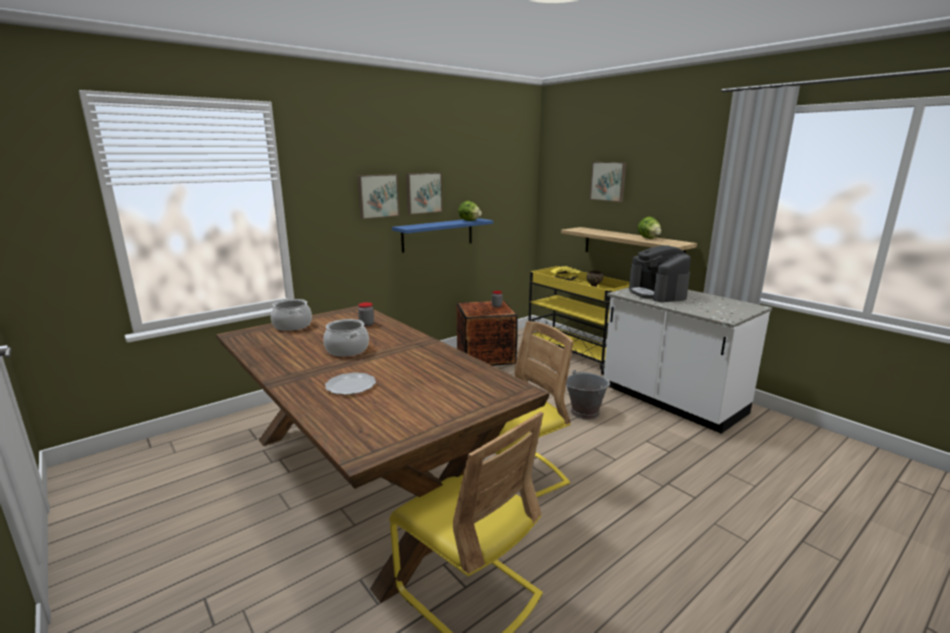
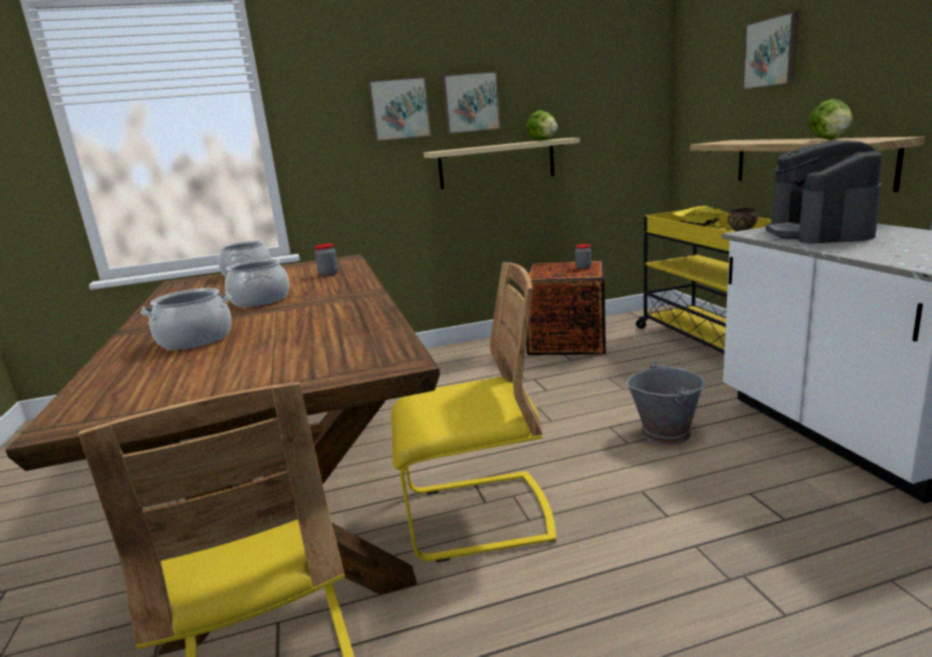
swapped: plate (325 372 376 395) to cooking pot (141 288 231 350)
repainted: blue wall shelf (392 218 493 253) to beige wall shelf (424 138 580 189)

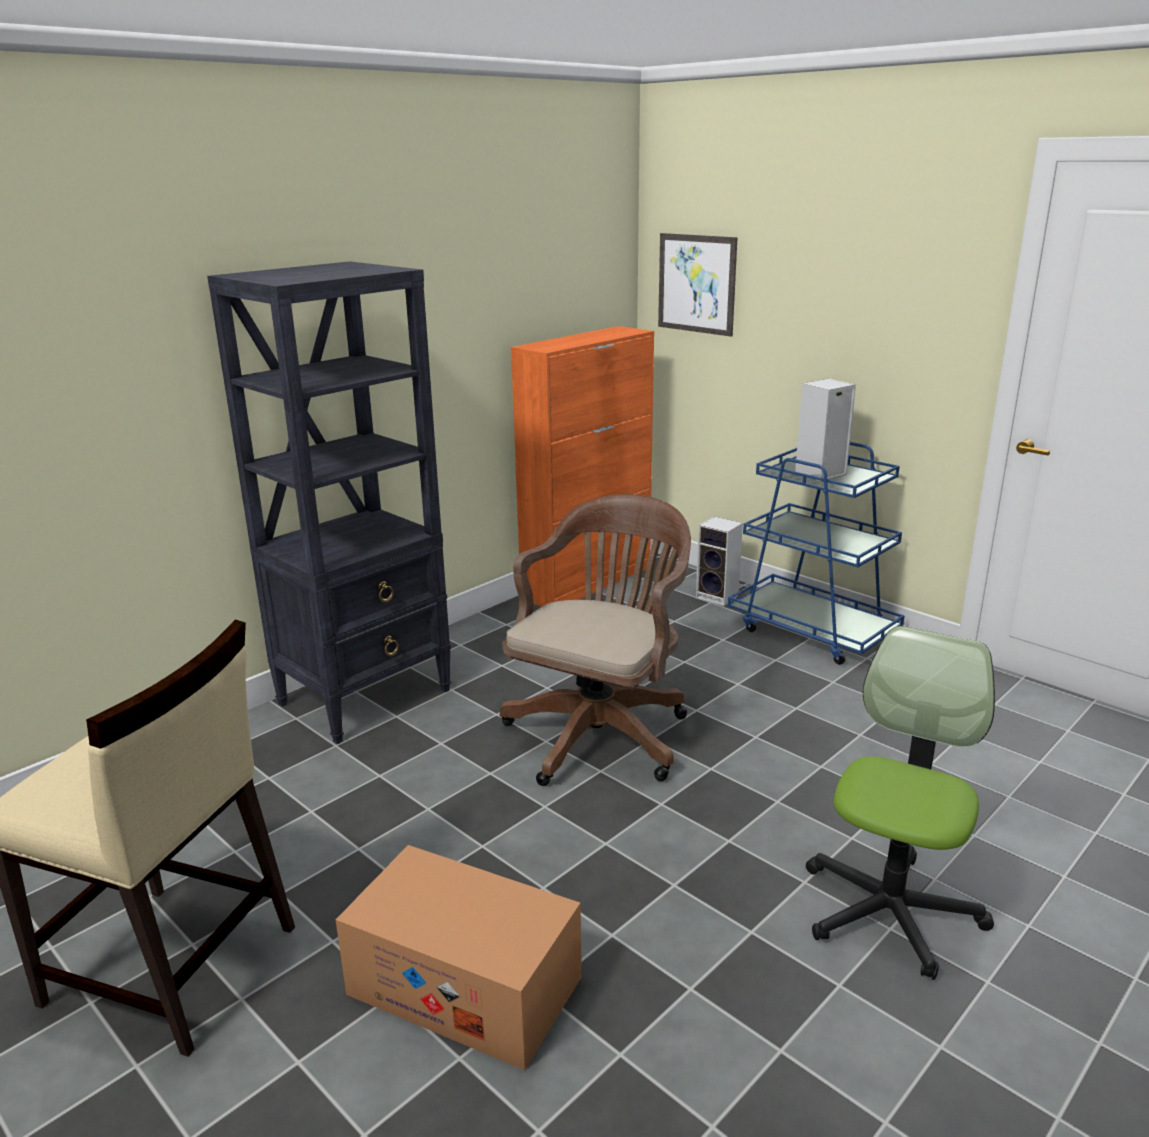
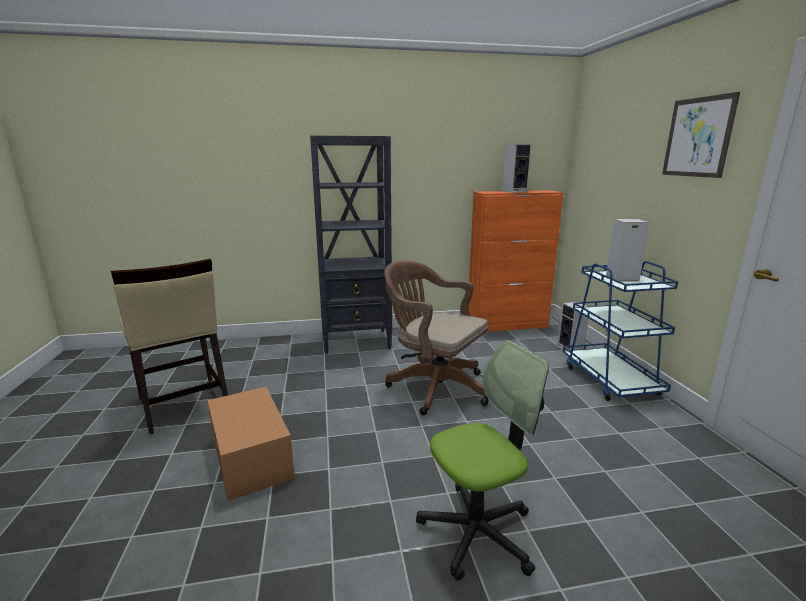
new: audio speaker (502 144 532 193)
shifted: wall art (658 233 738 337) to (662 92 740 178)
rotated: brown computer chair (500 494 691 786) = (384 261 489 415) 120 degrees counterclockwise

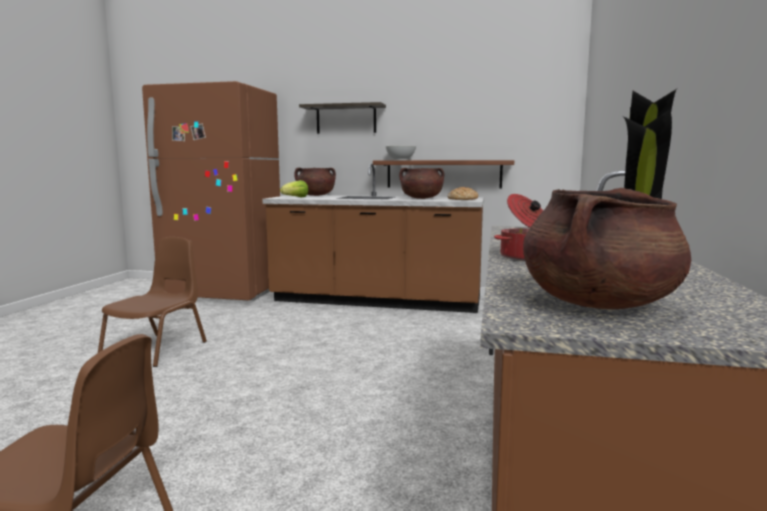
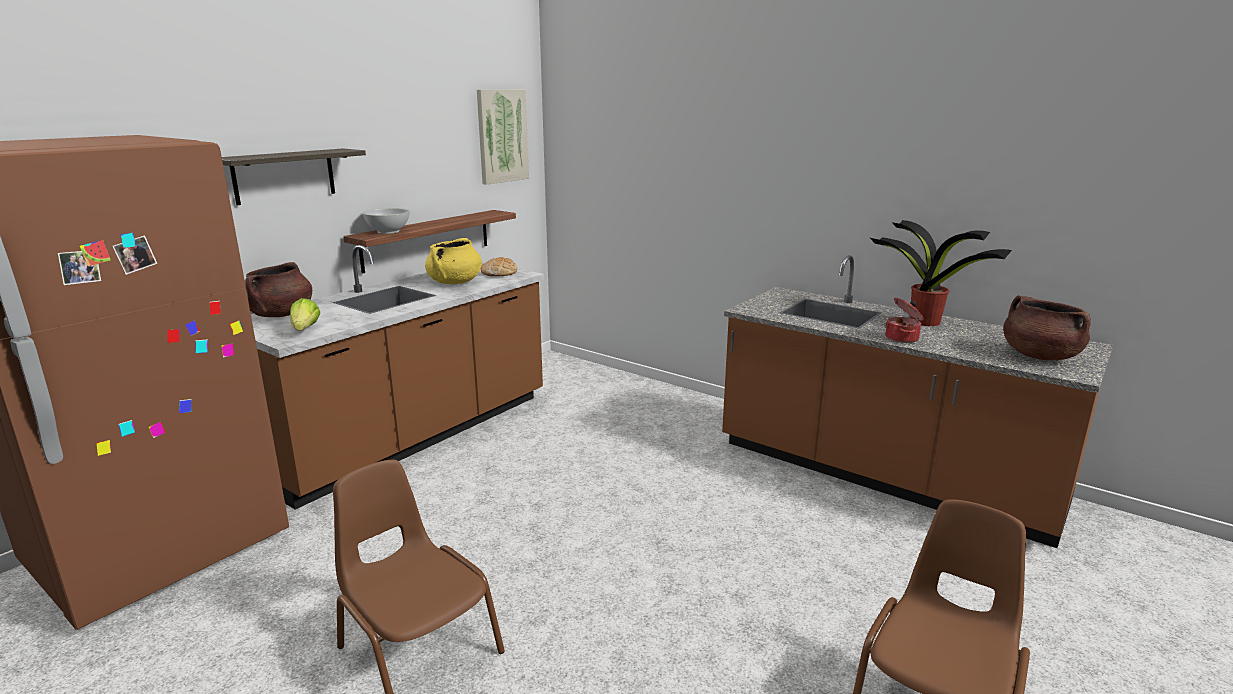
new: wall art (477 90 529 185)
repainted: brown cooking pot (399 168 444 199) to yellow cooking pot (425 238 482 284)

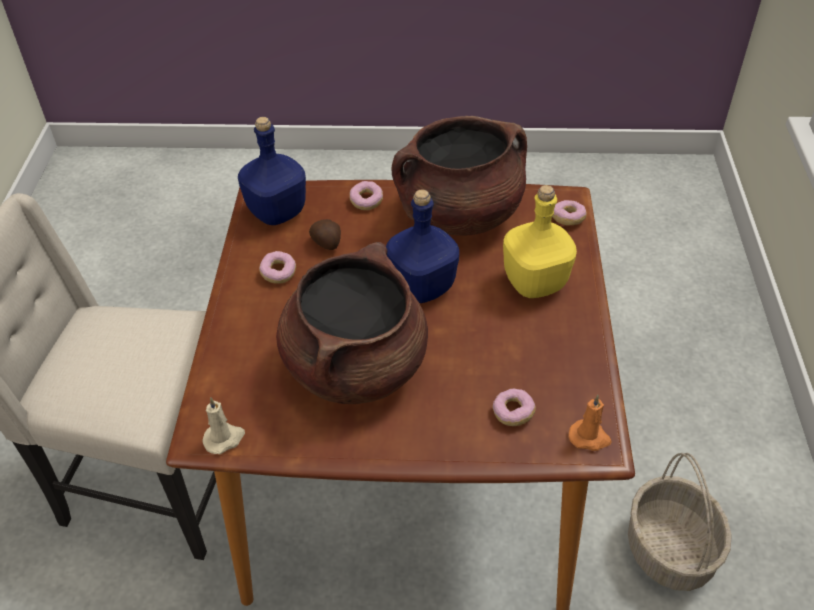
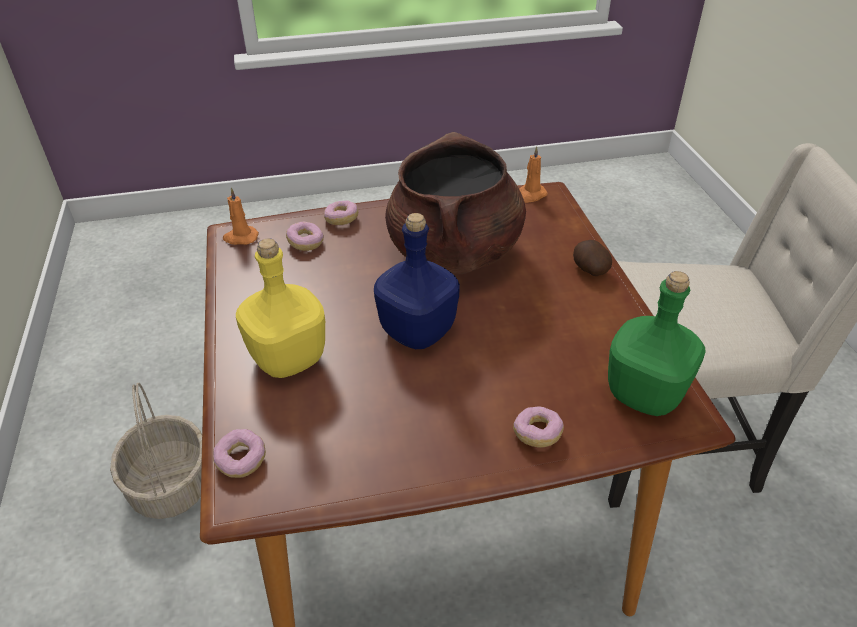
gone: brown cooking pot (391 116 527 236)
shifted: doughnut (259 251 296 284) to (324 200 358 225); spud (309 219 341 250) to (573 240 612 276)
repainted: beige wax light (202 397 245 454) to orangey wax light (519 146 548 203); blue bottle (238 117 306 225) to greenish bottle (608 271 706 416)

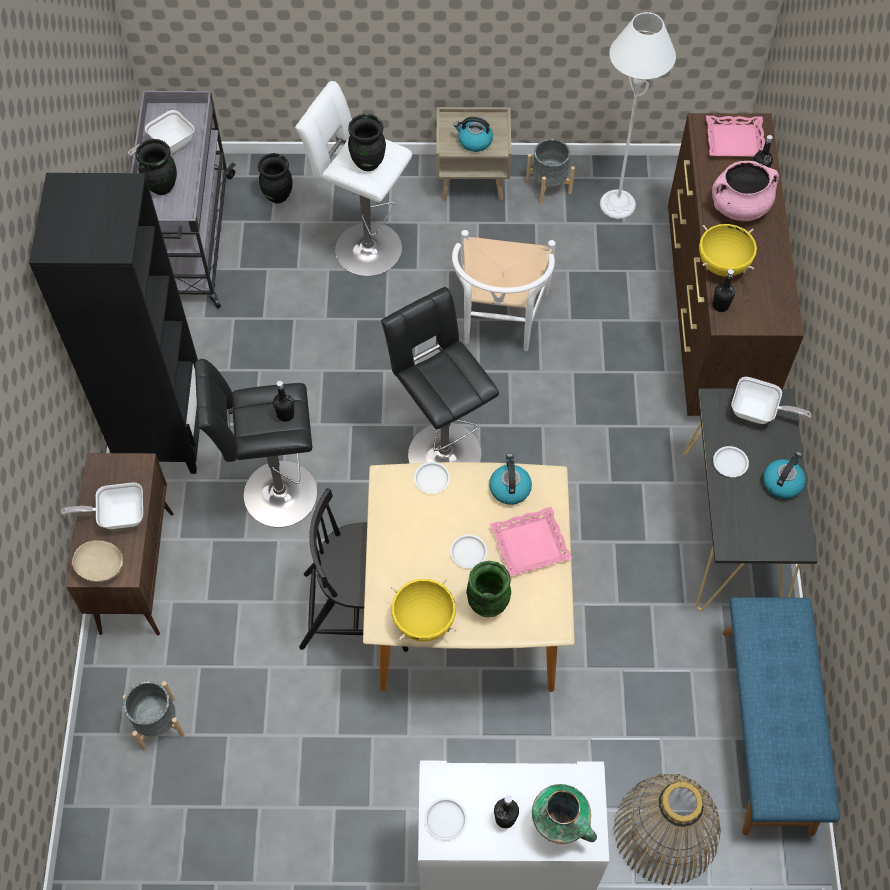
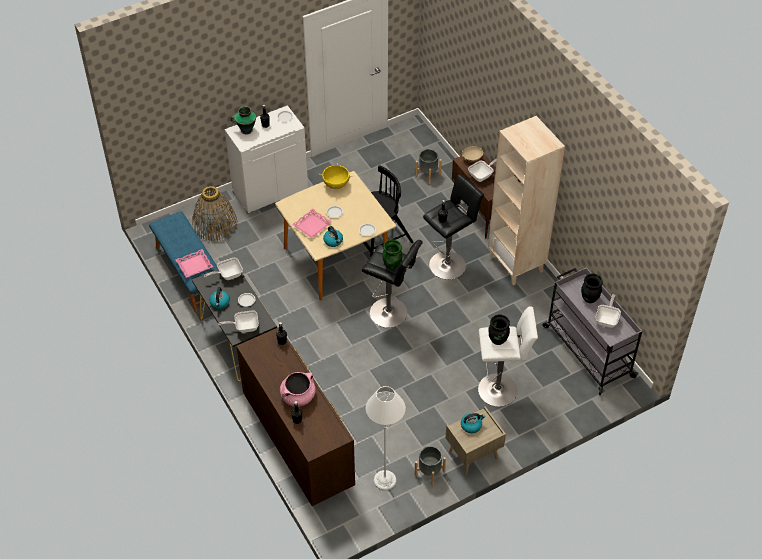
gone: black decorative vase (258 153 293 204); white-coloured plain chair (452 230 556 351); yellow cooking pot (699 224 757 277)
new: pan (204 258 243 280)
shifted: greenish decorative vase (466 561 511 618) to (382 240 403 269); pink-coloured carrying tray (706 116 765 157) to (176 249 213 278)
repainted: black bookcase (29 173 200 474) to beige bookcase (488 116 565 285)

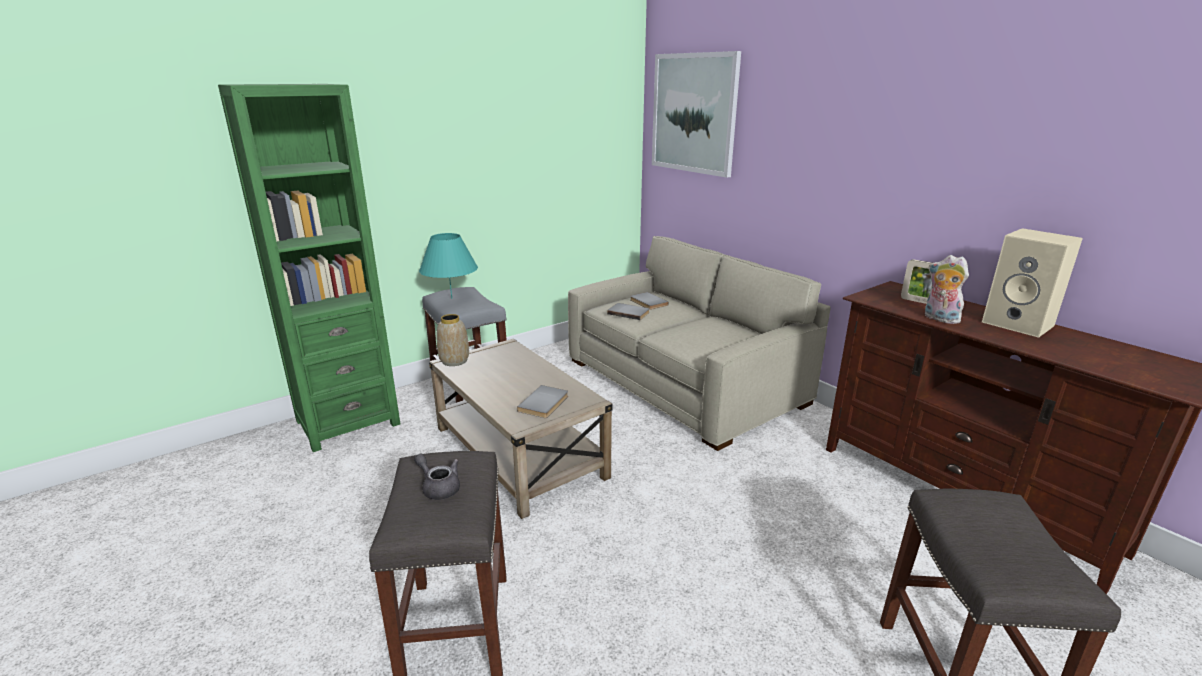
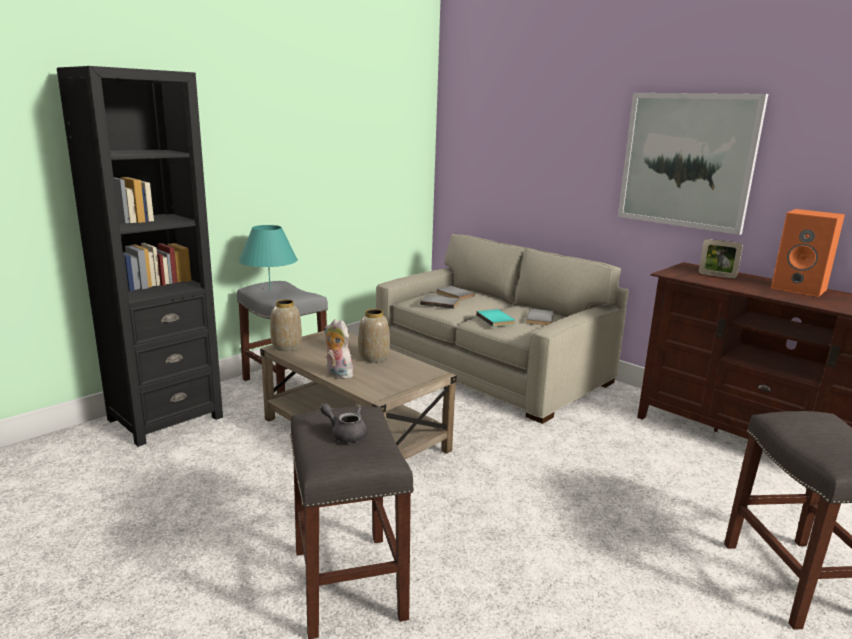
new: decorative vase (358 309 390 363); turquoise-coloured book (476 309 515 327)
shifted: grey book (517 385 568 418) to (526 309 554 326); wall art (652 51 741 178) to (618 93 768 235); plush toy (925 255 969 324) to (325 319 353 379)
repainted: greenish bookcase (218 84 400 452) to black bookcase (57 66 223 447); beige audio speaker (982 228 1083 338) to orangey audio speaker (771 209 845 297)

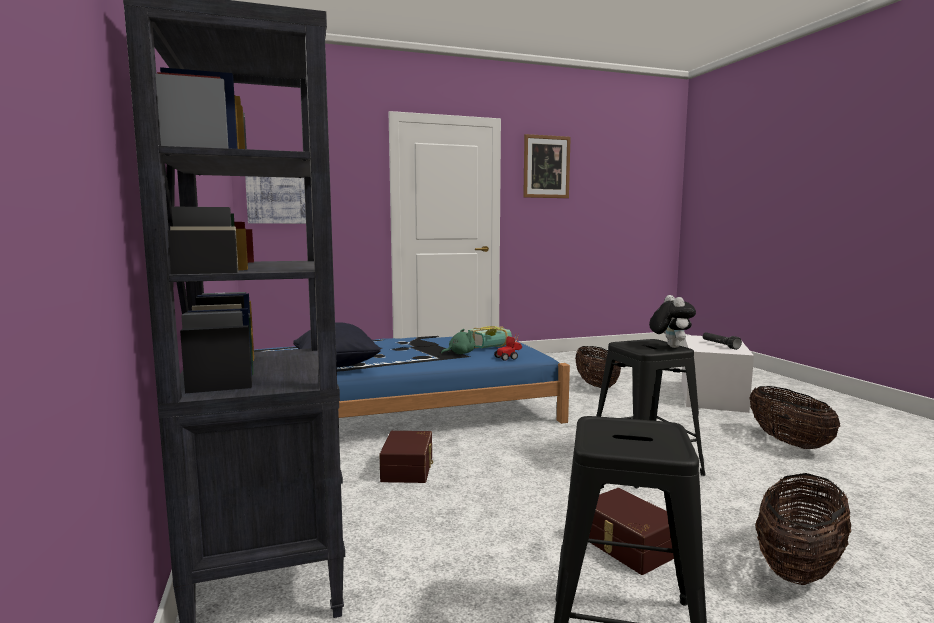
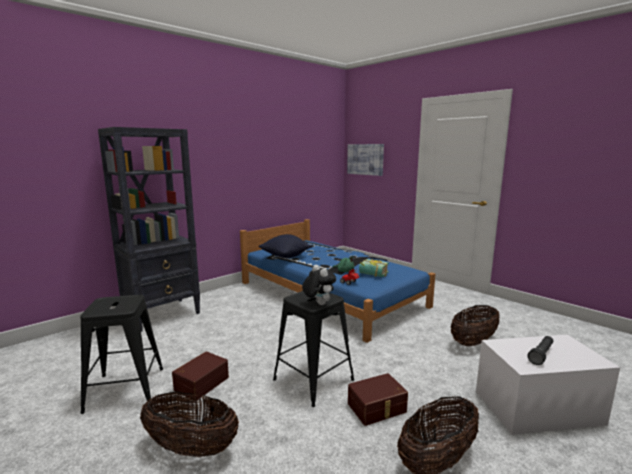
gone: wall art (523 134 571 198)
shifted: brown storage container (380 431 433 483) to (348 373 408 426)
rotated: plush toy (649 295 696 348) = (302 265 336 305) 90 degrees counterclockwise

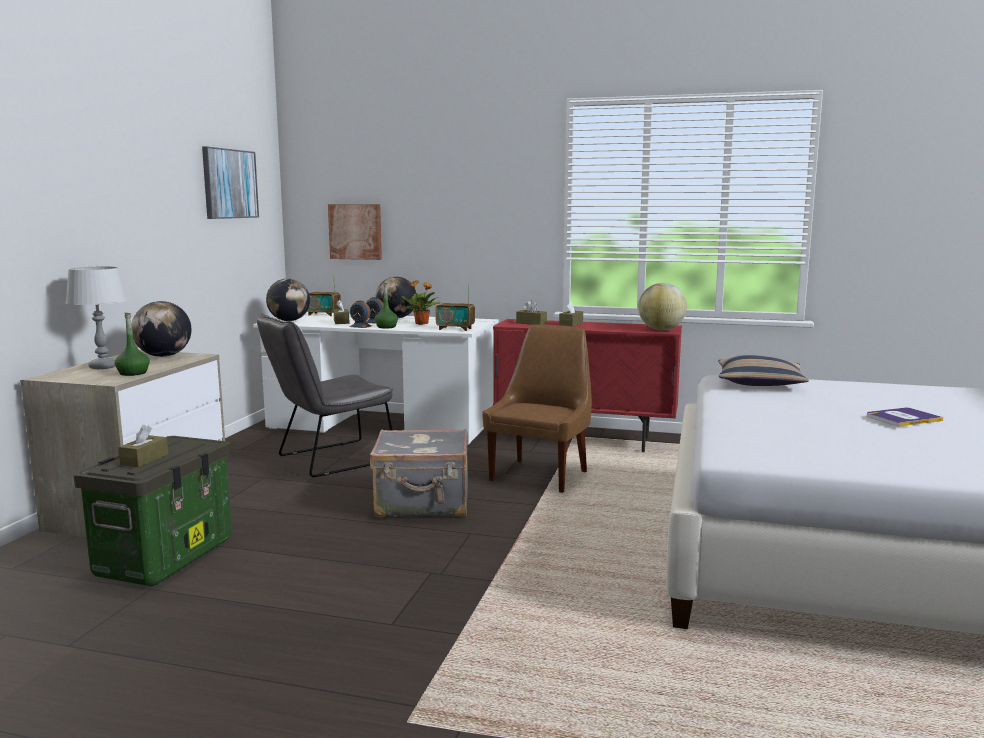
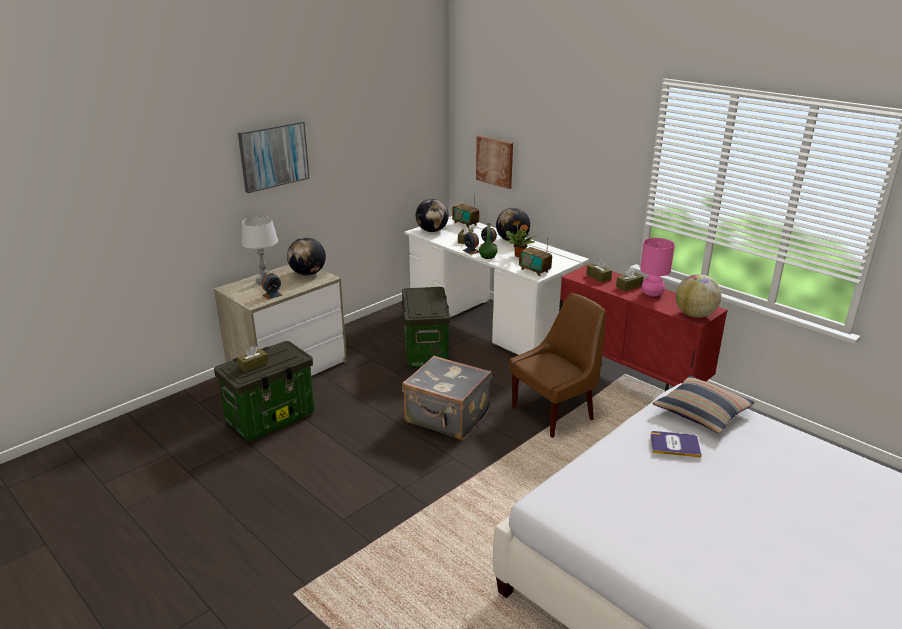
new: pink-coloured lamp for a table (640 238 675 296)
shifted: wall art (202 147 259 219) to (238 121 309 193); book (867 408 943 427) to (650 431 702 457)
swapped: greenish bottle (115 313 150 376) to alarm clock (262 273 283 300); grey plain chair (257 313 393 477) to storage container (402 287 450 369)

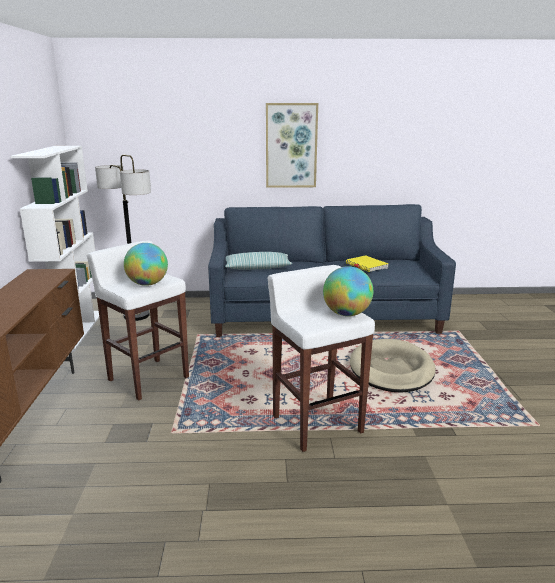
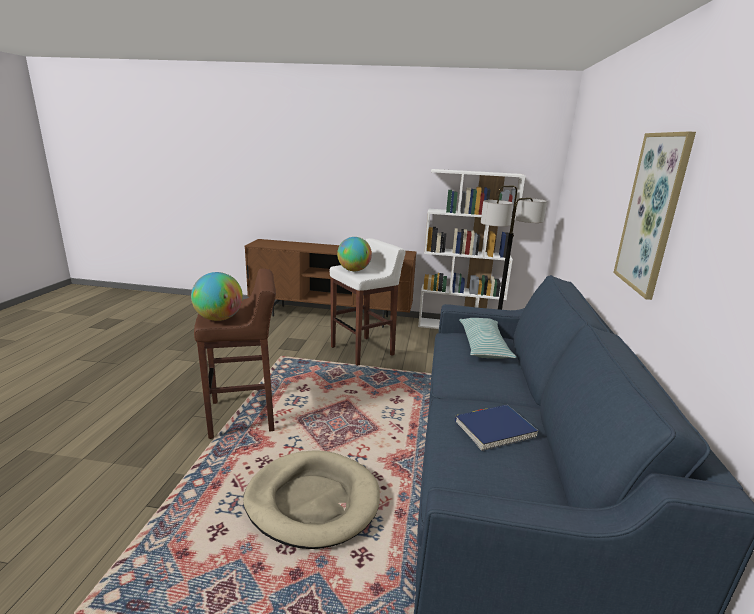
repainted: white-coloured sitting stool (268 265 375 452) to brown sitting stool (194 269 276 439); yellow book (346 255 389 272) to blue book (455 405 538 451)

